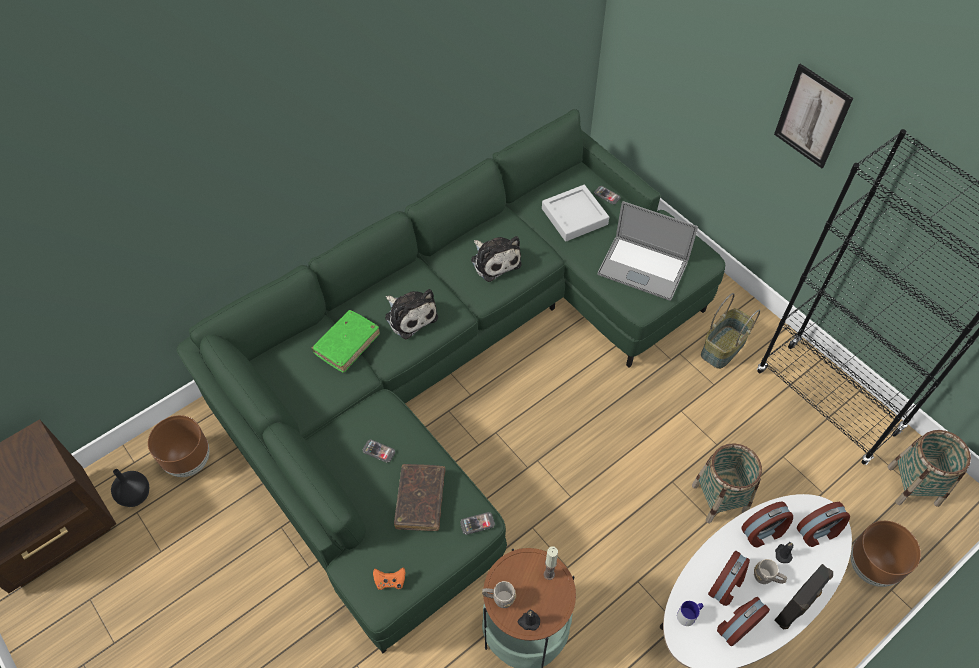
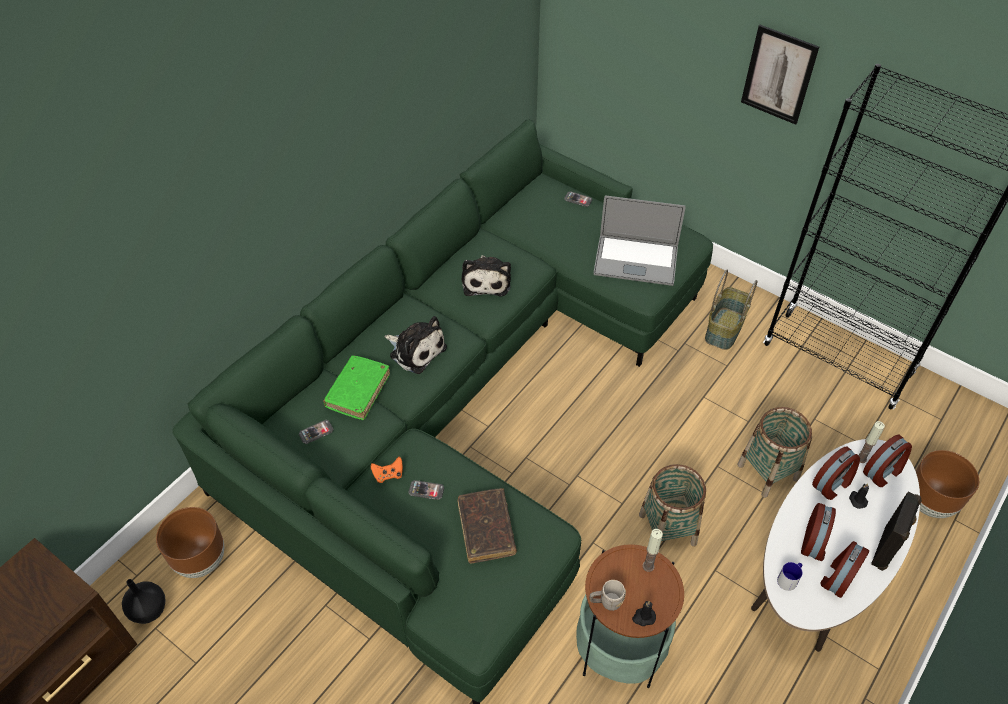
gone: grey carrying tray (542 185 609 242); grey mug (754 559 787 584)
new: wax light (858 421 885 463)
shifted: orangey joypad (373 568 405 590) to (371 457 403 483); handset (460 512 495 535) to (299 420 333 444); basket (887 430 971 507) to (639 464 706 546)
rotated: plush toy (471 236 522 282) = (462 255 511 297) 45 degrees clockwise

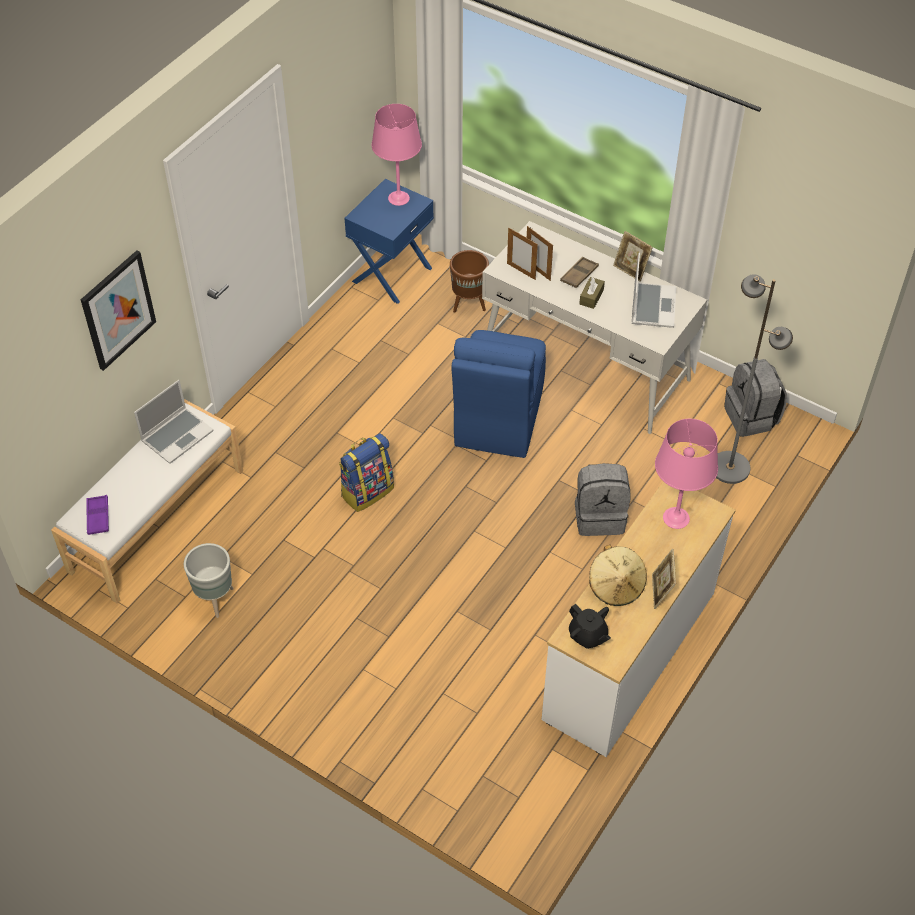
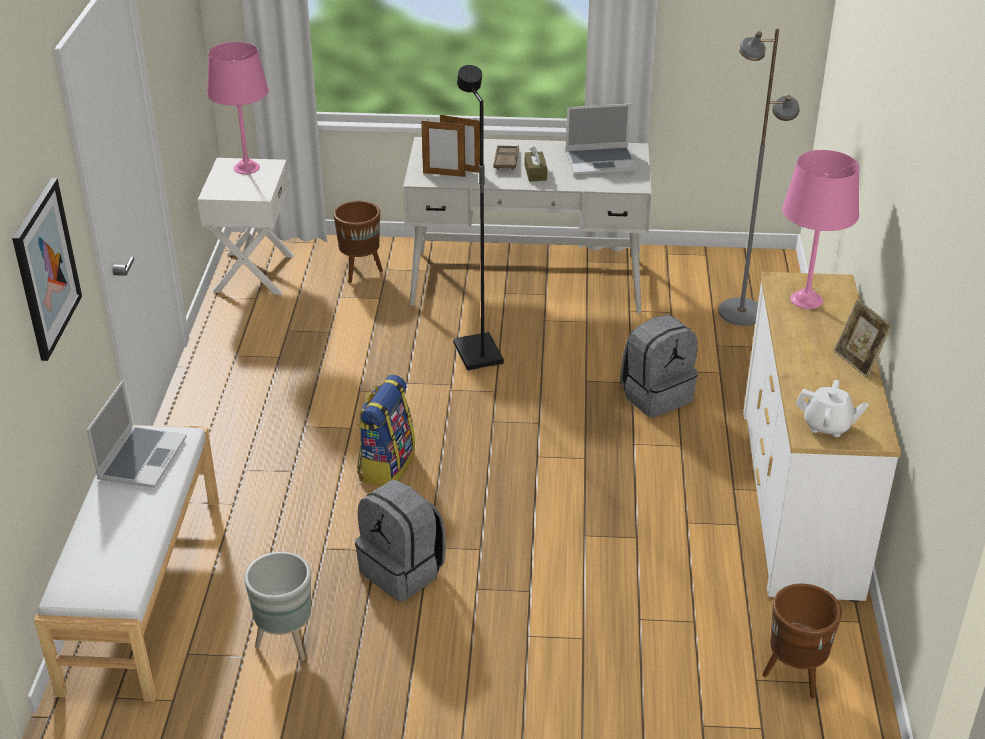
gone: purple-coloured carrying tray (86 495 109 535); beige hat (589 545 647 606); standing frame (613 231 653 282)
new: brown plant pot (762 584 842 698)
shifted: grey knapsack (724 359 787 437) to (355 480 446 602)
swapped: blue plain chair (451 330 546 458) to black standing lamp (453 65 504 371)
repainted: blue nightstand (344 179 434 304) to white-coloured nightstand (198 158 294 295); black tea pot (569 604 611 649) to white-coloured tea pot (795 380 869 437)
rotated: notebook computer (631 253 676 328) = (565 104 638 176) 105 degrees clockwise

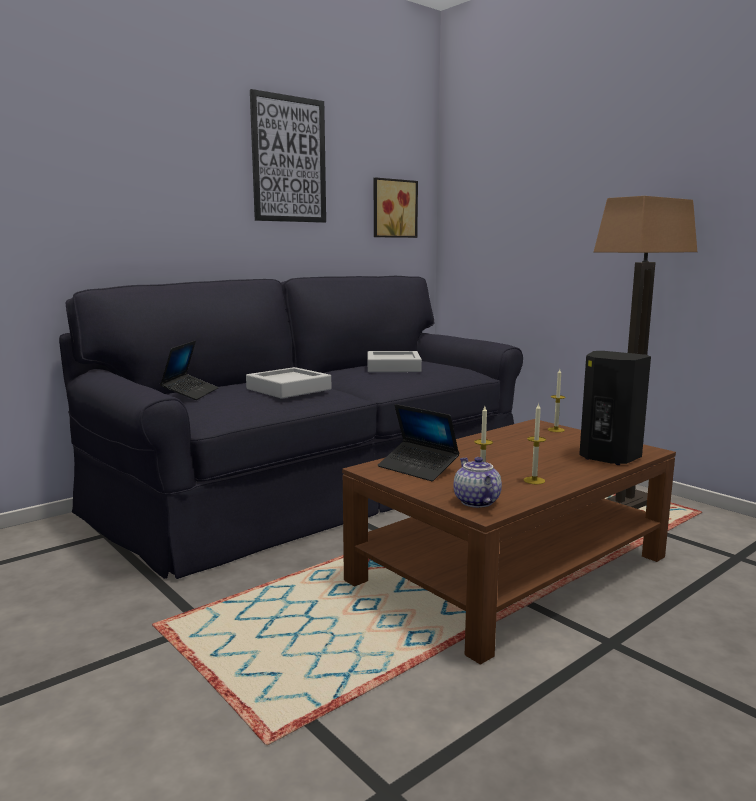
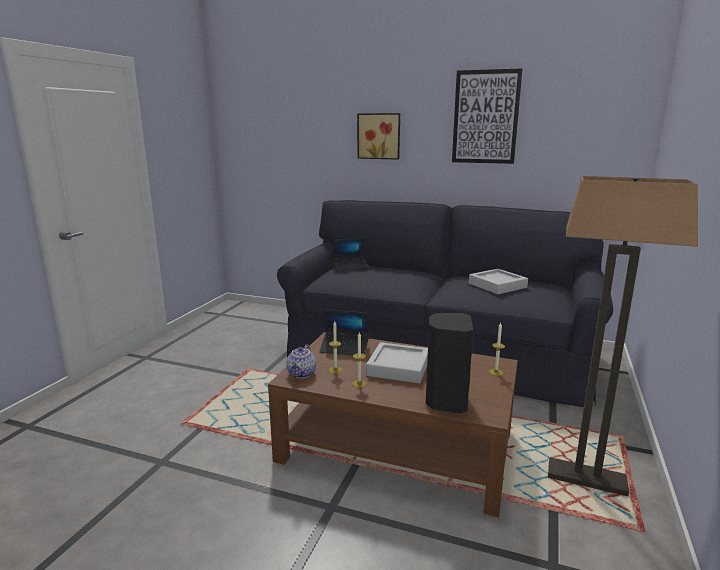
shifted: grey carrying tray (246 367 331 399) to (366 342 428 383); wall art (374 178 418 238) to (357 113 400 160)
rotated: notebook computer (378 404 459 481) = (319 310 370 355) 90 degrees counterclockwise; tea pot (453 457 502 508) = (286 344 316 378) 150 degrees clockwise

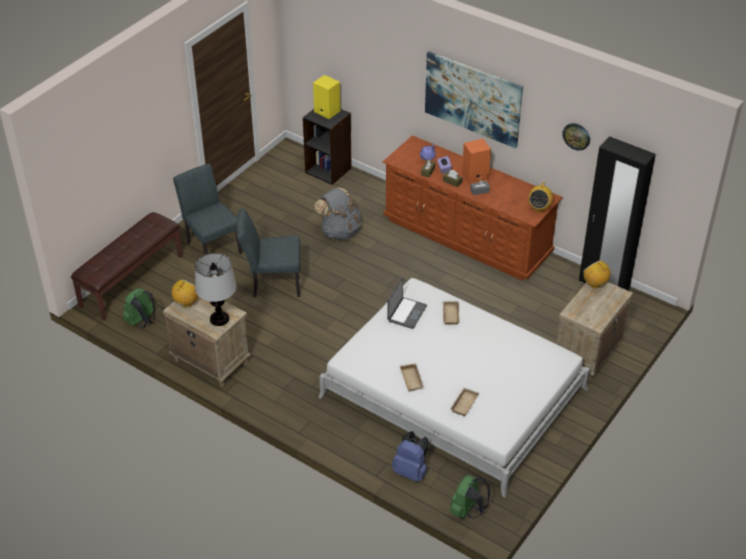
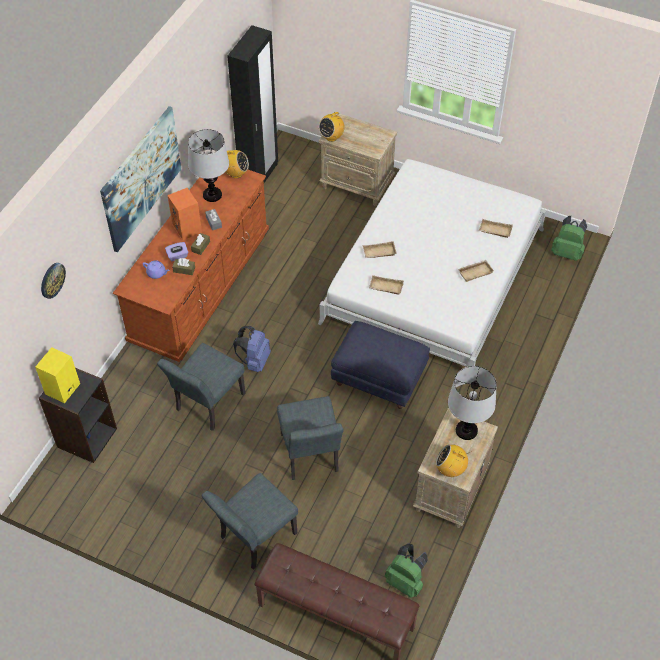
new: lamp for a table (188 129 229 202); blue ottoman (331 321 430 409)
shifted: blue knapsack (392 431 429 482) to (233 326 271 372); hanging clock (562 123 590 151) to (41 263 66 299)
swapped: grey knapsack (314 187 361 240) to grey plain chair (157 343 245 431); notebook computer (387 278 427 329) to beige carrying tray (369 275 404 295)

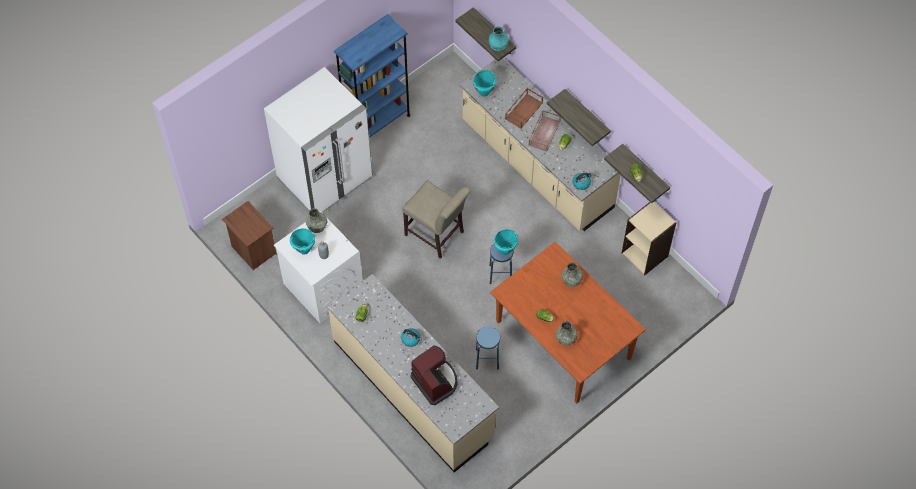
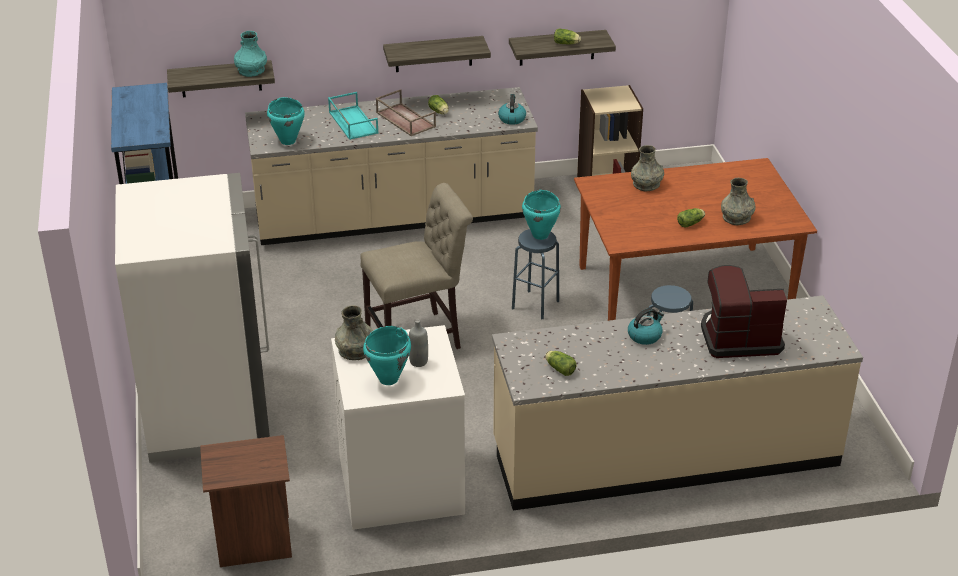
repainted: brown carrying tray (505 88 543 129) to turquoise-coloured carrying tray (328 92 379 140)

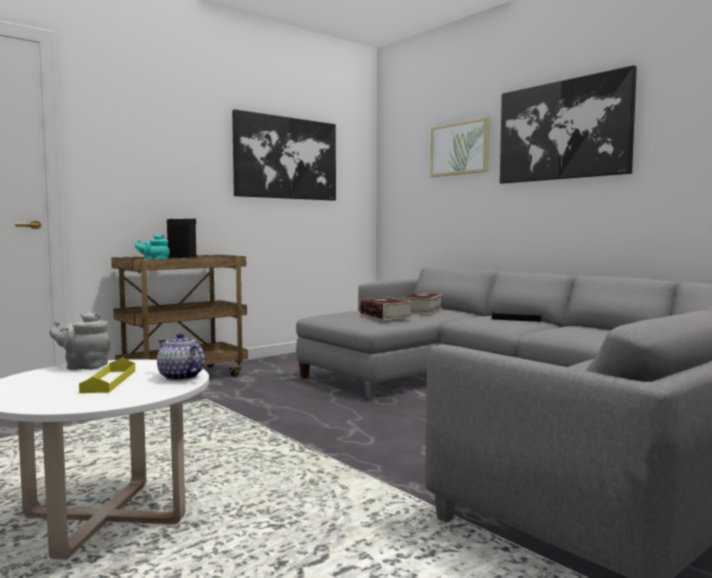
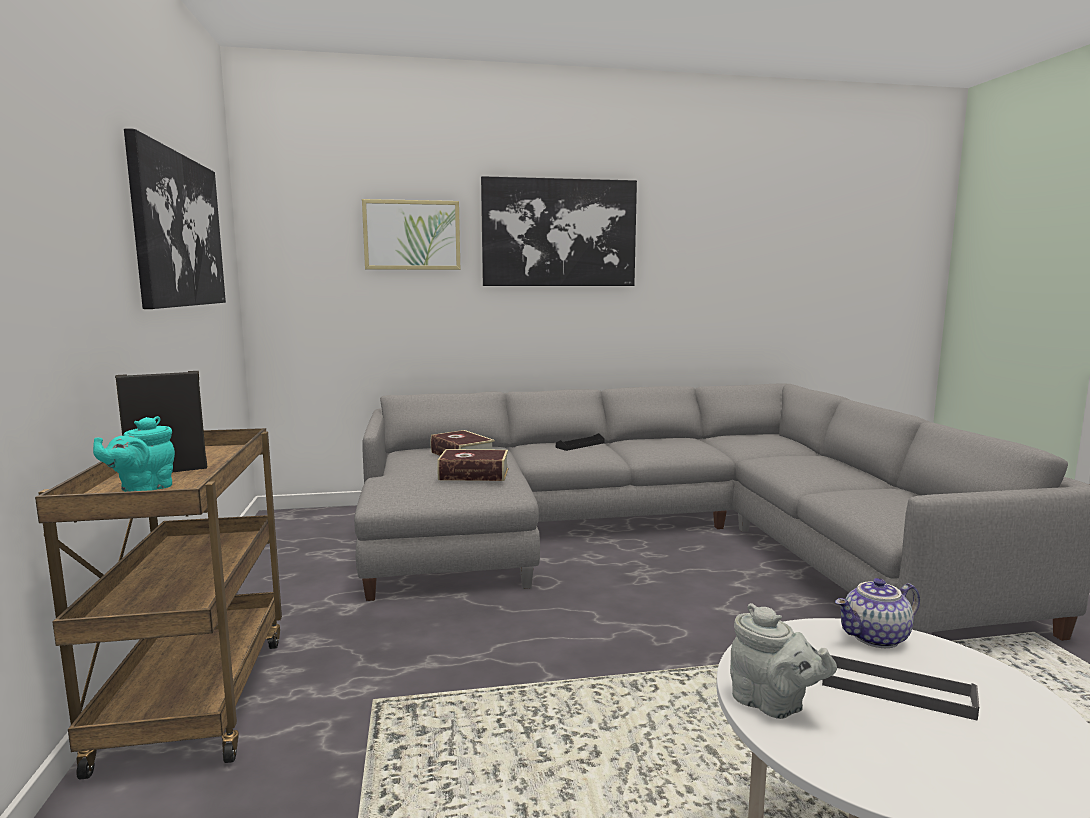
repainted: yellow carrying tray (79 358 135 393) to grey carrying tray (822 655 979 721)
rotated: grey tea pot (49 312 110 370) = (730 603 837 719) 75 degrees counterclockwise

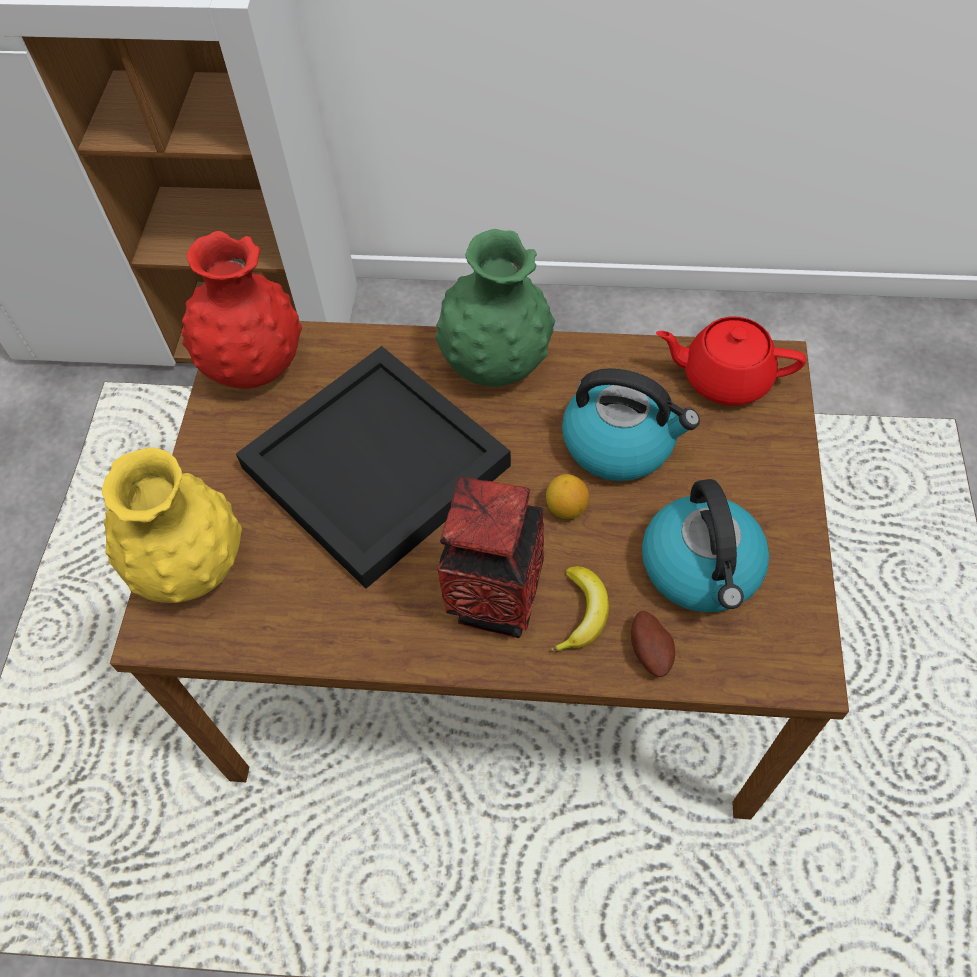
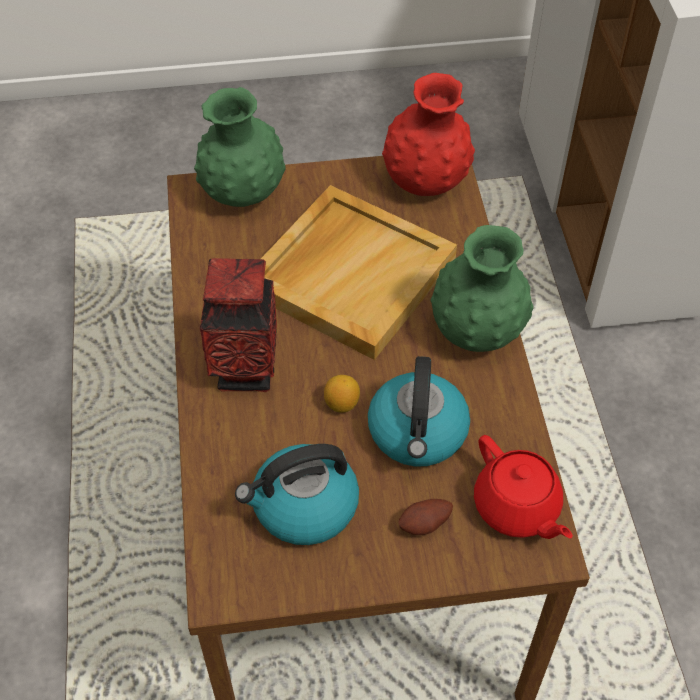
gone: whole banana (551 566 609 652)
shifted: spud (631 611 675 677) to (398 499 453 535)
repainted: yellow decorative vase (102 447 242 603) to greenish decorative vase (194 87 286 207); black carrying tray (236 346 511 589) to beige carrying tray (261 185 457 360)
rotated: red tea pot (656 317 806 405) = (474 435 573 539) 150 degrees clockwise

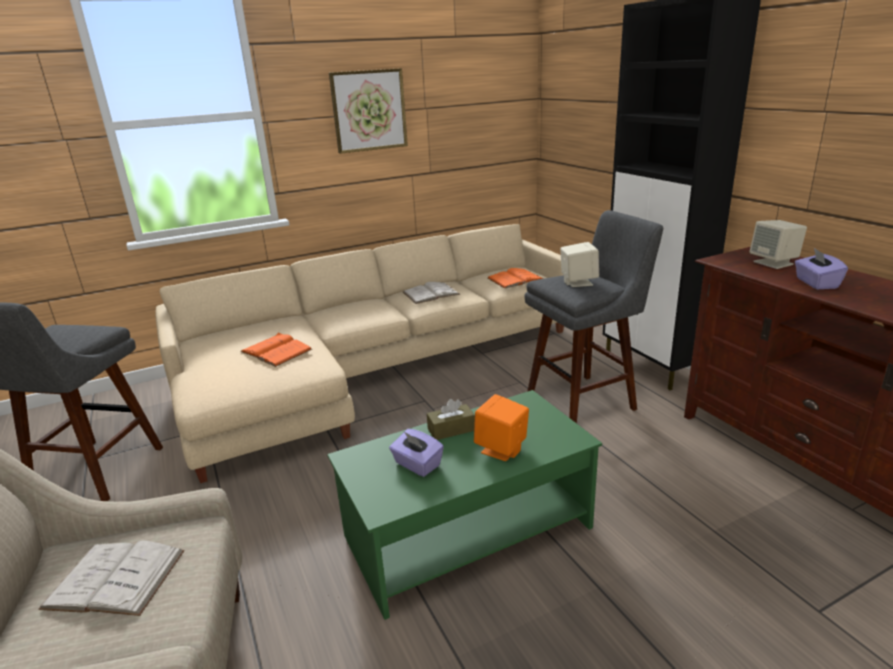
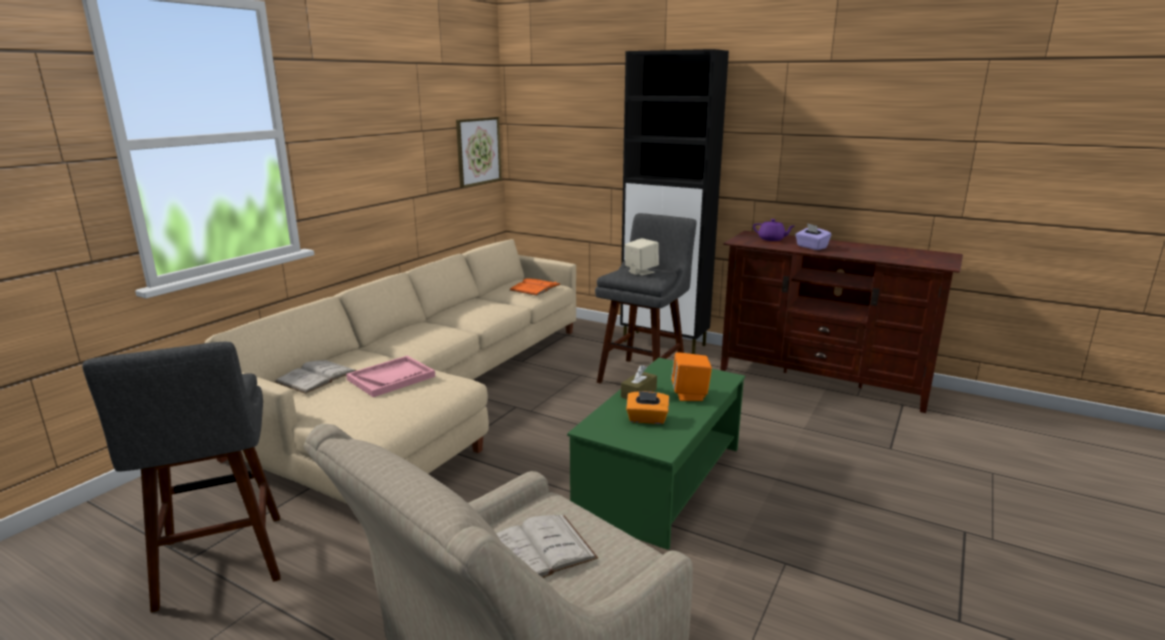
shifted: wall art (329 68 408 154) to (456 117 502 188); white-coloured book (403 282 460 304) to (275 360 357 394)
swapped: orangey book (240 332 312 367) to pink-coloured carrying tray (346 356 435 397); beige audio speaker (749 220 807 269) to purple-coloured tea pot (753 219 794 241)
repainted: purple-coloured box of tissues (389 429 444 477) to orangey box of tissues (626 391 669 424)

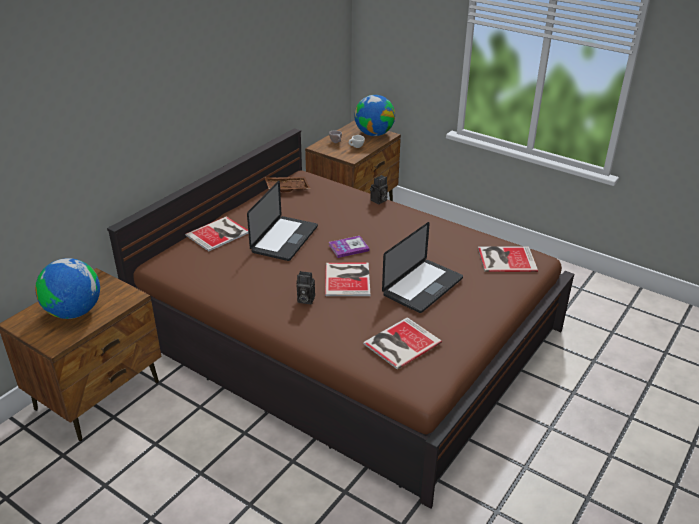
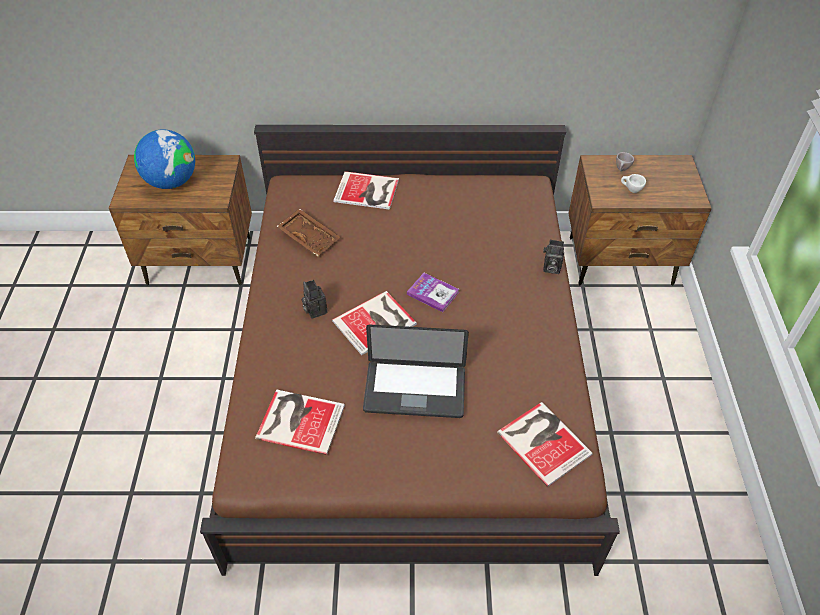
gone: notebook computer (247 181 318 261); desk globe (354 95 395 136)
shifted: brown carrying tray (264 177 311 192) to (277 208 341 256)

